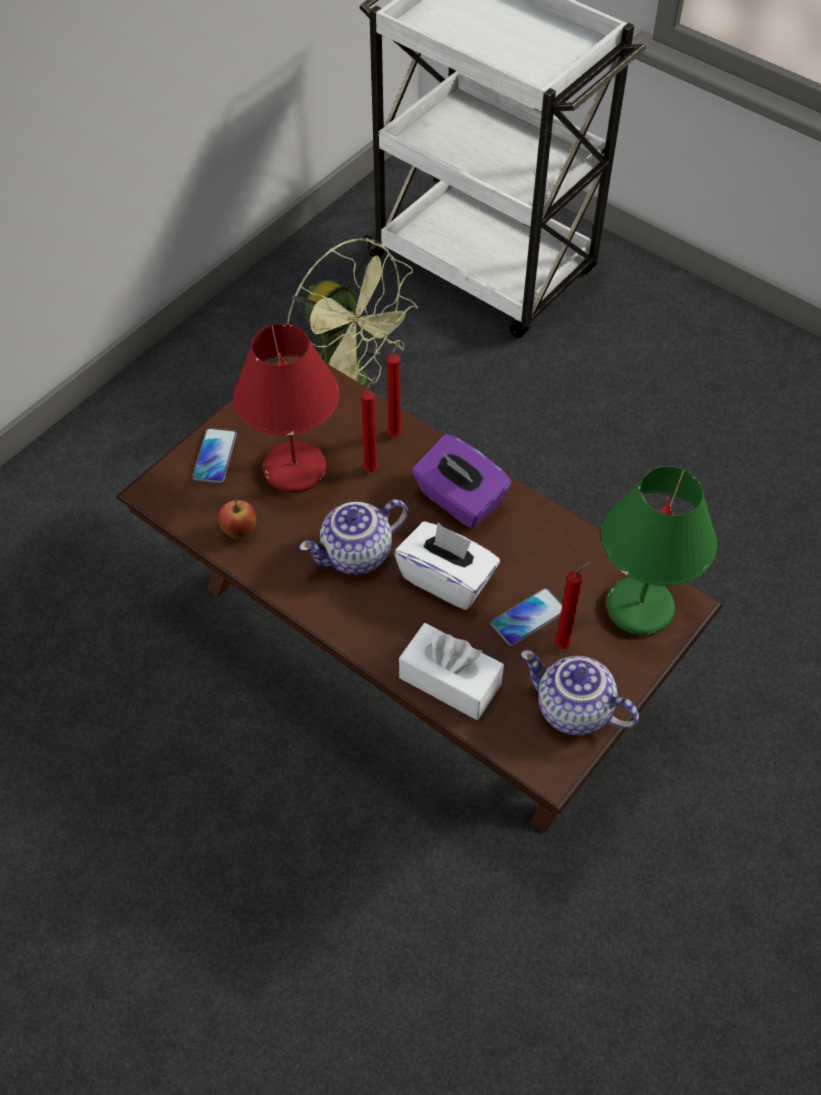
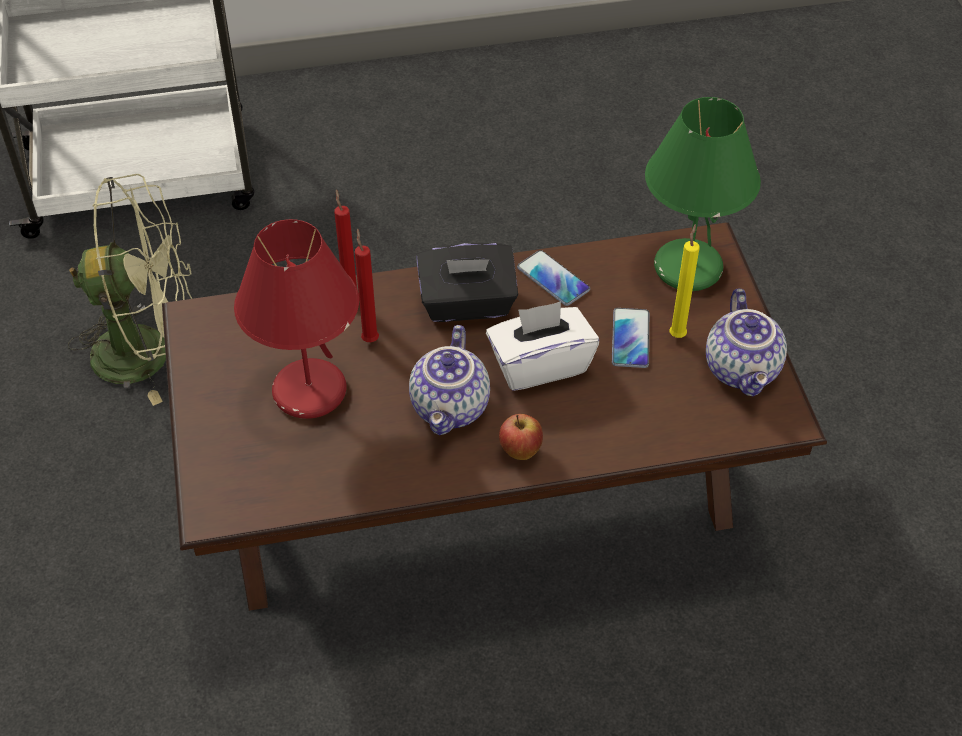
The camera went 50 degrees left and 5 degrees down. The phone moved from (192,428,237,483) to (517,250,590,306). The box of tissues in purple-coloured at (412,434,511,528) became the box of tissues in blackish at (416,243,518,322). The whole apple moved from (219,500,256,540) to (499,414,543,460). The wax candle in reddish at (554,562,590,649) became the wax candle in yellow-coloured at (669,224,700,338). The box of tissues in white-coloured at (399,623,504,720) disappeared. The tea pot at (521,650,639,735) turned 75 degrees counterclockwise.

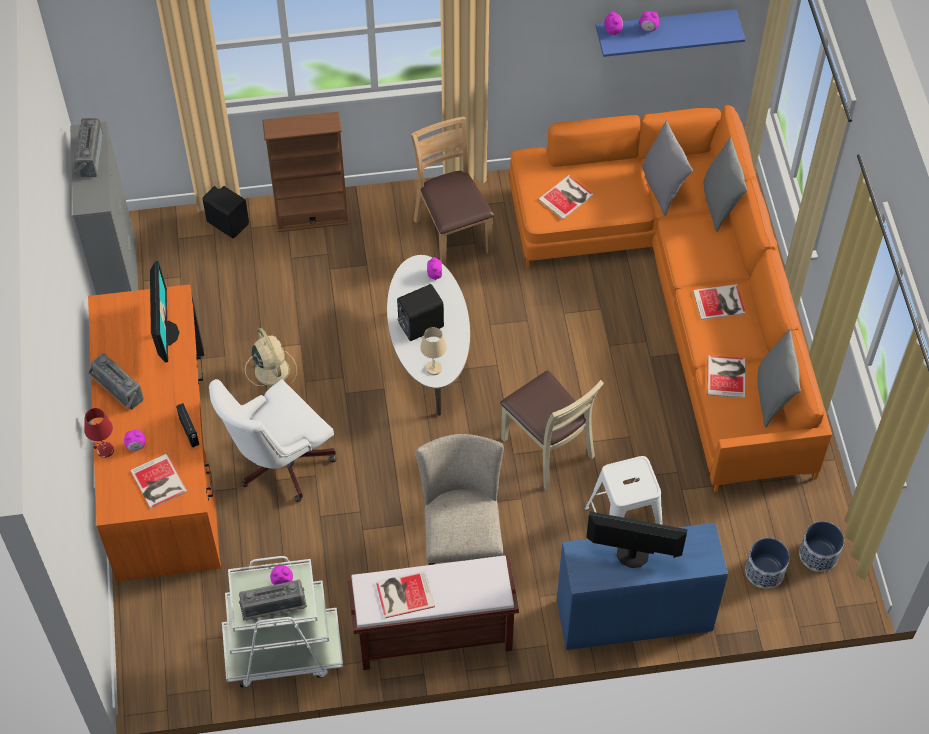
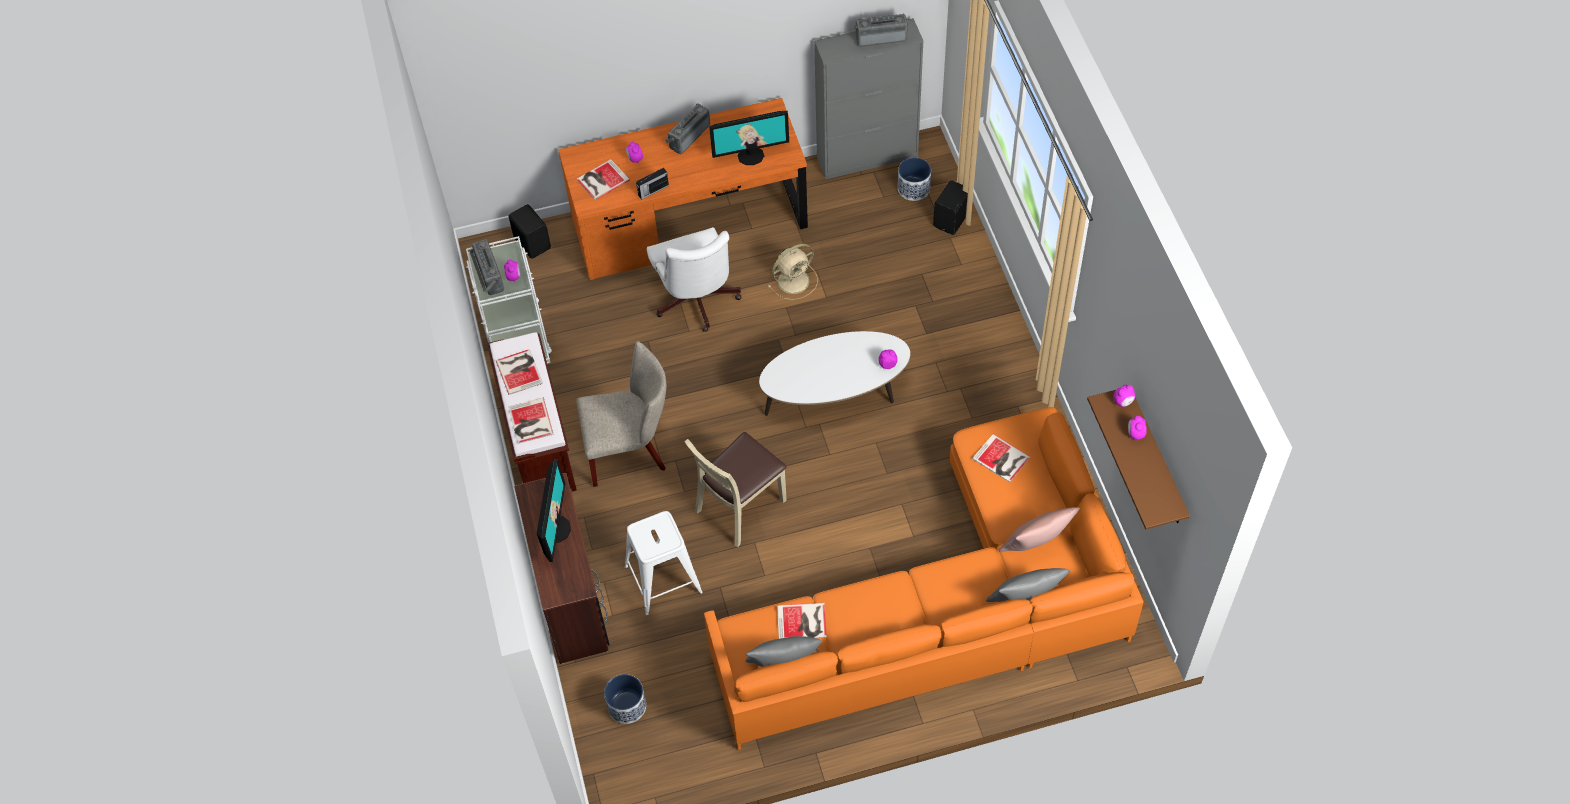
The camera went 85 degrees right and 0 degrees up. The shelf in blue-coloured at (596,9,745,57) became the shelf in brown-coloured at (1087,390,1190,529). The bookshelf in brown-coloured at (262,112,350,232) disappeared. The upright chair in brown-coloured at (411,117,494,267) disappeared. The pillow in greyish at (642,120,693,216) became the pillow in pinkish at (999,507,1080,552). The audio speaker in blackish moved from (397,284,444,341) to (509,204,551,259). The volume moved from (693,284,745,320) to (508,398,553,444). The lamp for a table in beige-coloured at (420,327,447,375) disappeared. The desk chair in white-coloured at (209,379,337,502) turned 150 degrees counterclockwise. The lamp for a table in reddish at (85,408,114,458) disappeared. The planter moved from (799,521,844,572) to (898,157,931,201). The desk table in blue-coloured at (557,523,728,650) became the desk table in brown-coloured at (514,473,610,664).

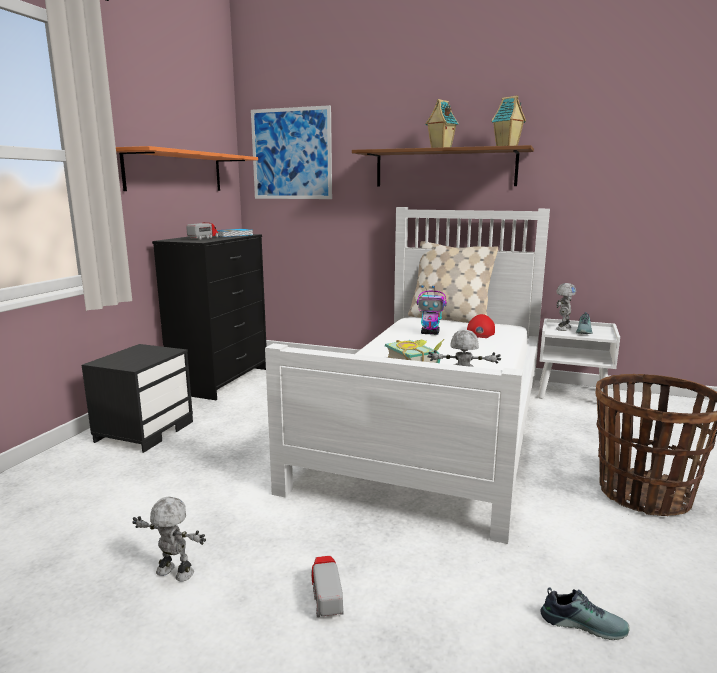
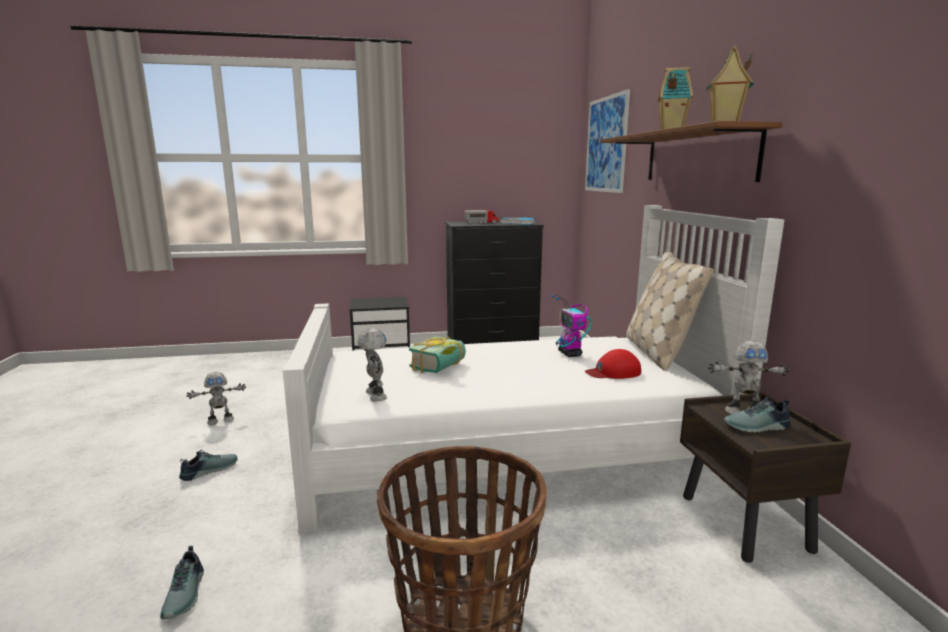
The camera went 60 degrees right and 0 degrees up. The shelf in orange at (116,146,258,191) disappeared. The nightstand in white-coloured at (538,318,620,399) became the nightstand in brown-coloured at (680,393,851,563). The robot figure at (132,496,206,581) turned 75 degrees clockwise. The model truck at (311,556,344,618) was replaced by the shoe at (179,450,237,481).

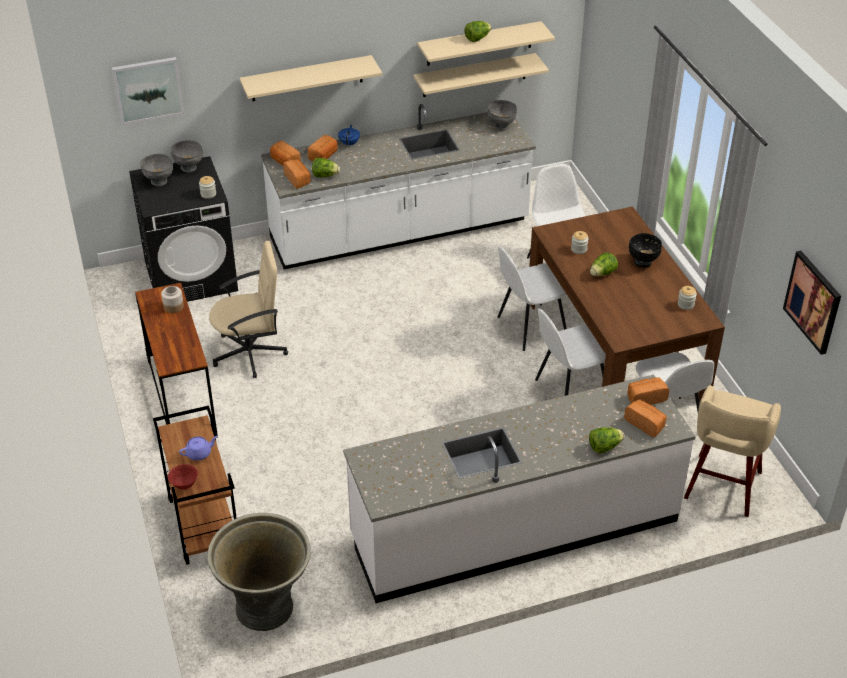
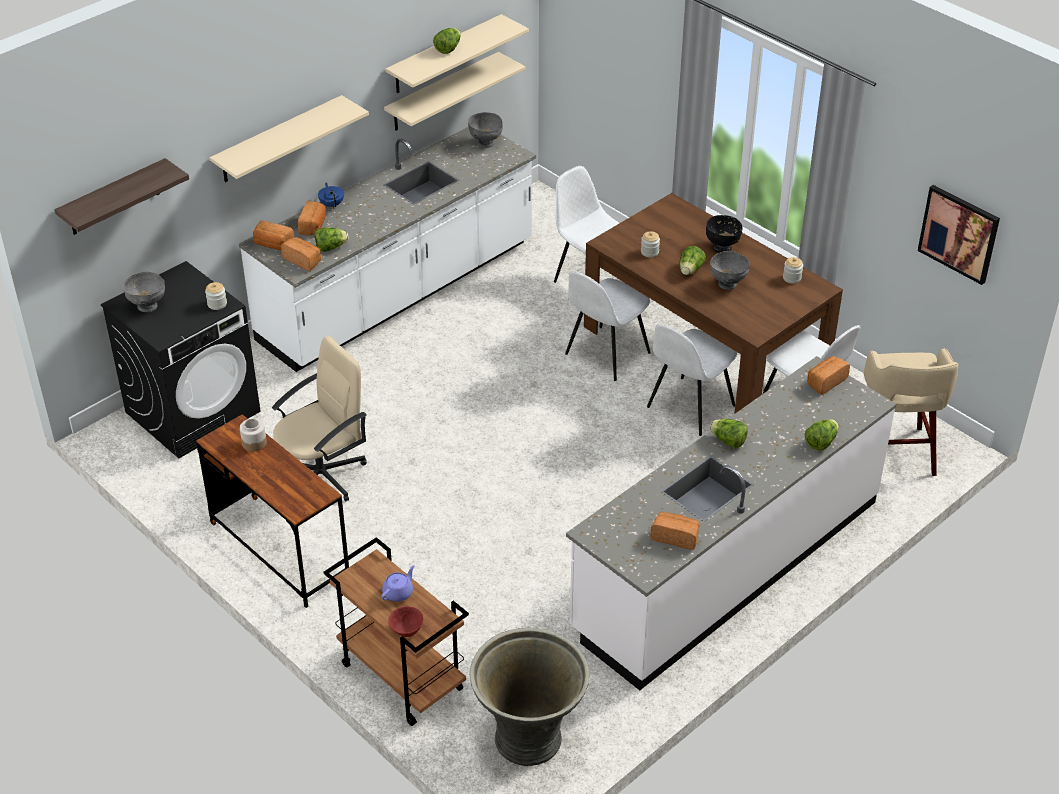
The camera went 25 degrees left and 0 degrees up. The wall picture at (112,57,184,125) was replaced by the shelf at (55,158,189,235). The deep dish in greyish moved from (170,140,203,172) to (710,251,750,290). The bread moved from (624,400,666,437) to (650,512,700,550). The lettuce at (710,419,748,449) appeared.

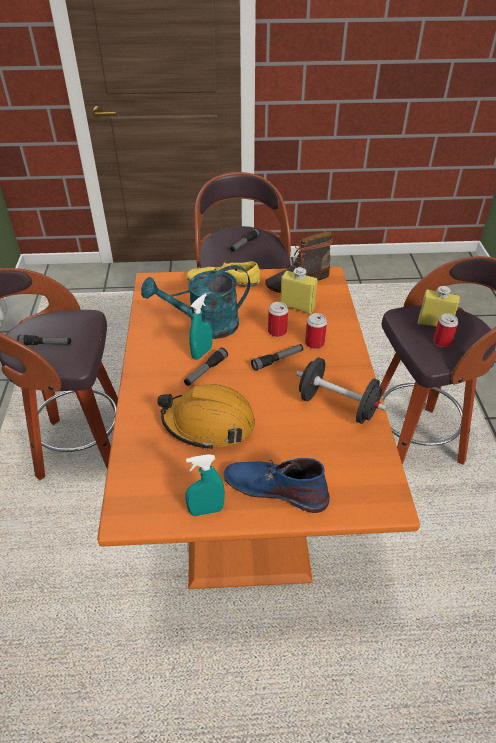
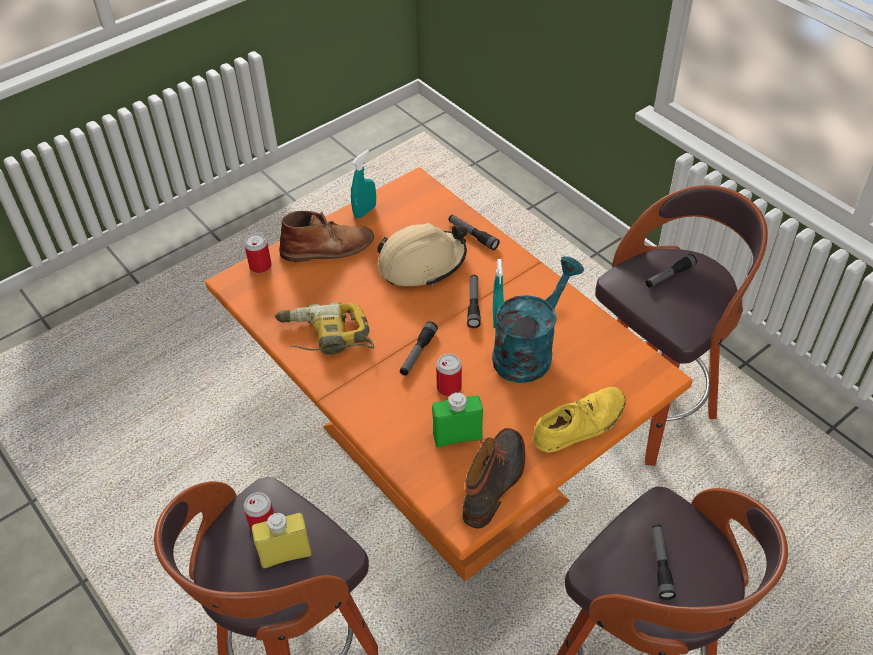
The camera went 145 degrees right and 5 degrees up. The drink bottle in yellow-coloured at (280,267,317,314) became the drink bottle in greenish at (432,392,483,447). The can moved from (305,313,327,349) to (244,234,272,273). The free weight in blackish at (296,357,387,424) was replaced by the electric drill at (275,302,374,355). The work helmet in orange at (157,384,255,450) became the work helmet in beige-coloured at (377,223,467,286). The high-top boot in blue-coloured at (224,458,330,513) became the high-top boot in brown-coloured at (279,211,374,262). The torch at (448,215,500,250) appeared.

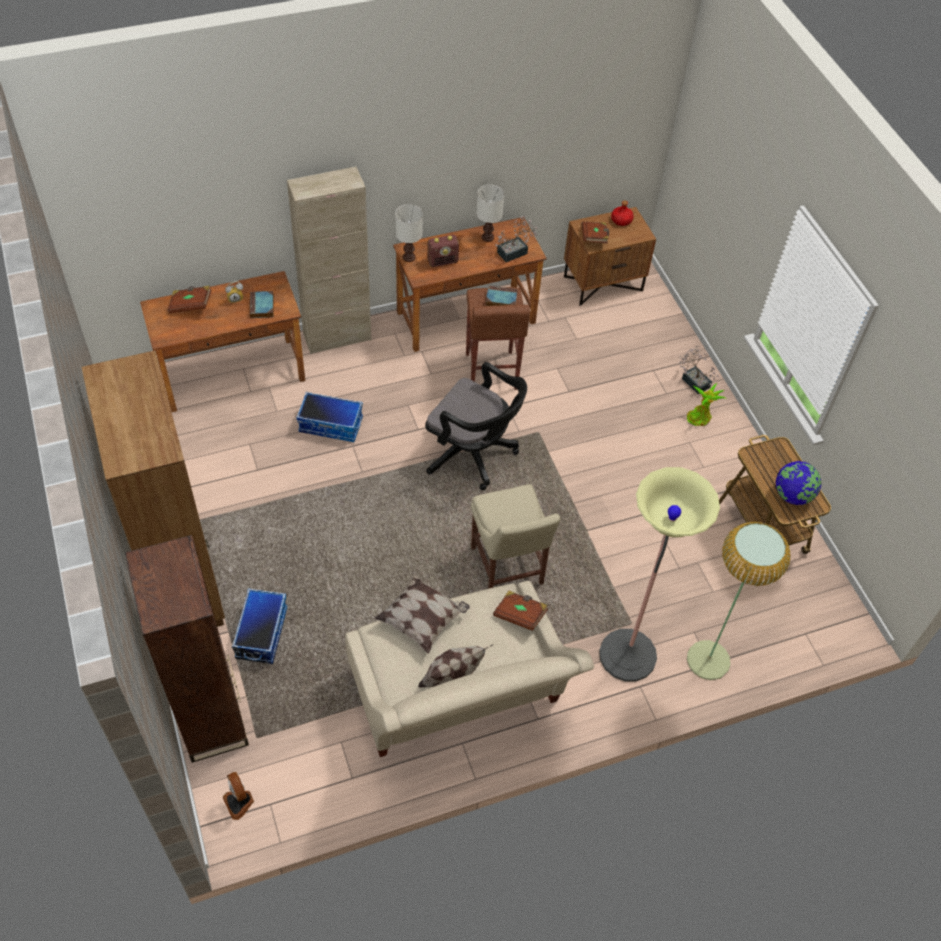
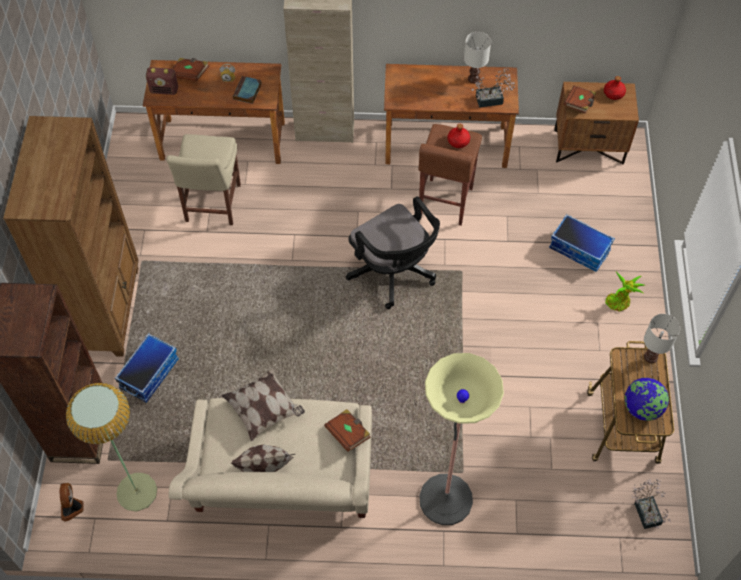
The camera went 25 degrees right and 5 degrees up. The lamp for a table in white-coloured moved from (395,204,423,262) to (644,314,680,363). The radio moved from (427,235,459,267) to (146,67,178,95). The volume at (485,286,518,306) was replaced by the drink bottle in reddish at (448,124,470,148). The potted plant moved from (679,346,719,394) to (632,479,671,529). The storage box moved from (296,392,363,442) to (549,214,615,272). The upright chair in beige-coloured moved from (471,484,560,589) to (166,134,241,225). The standard lamp moved from (687,522,791,680) to (66,383,157,512).

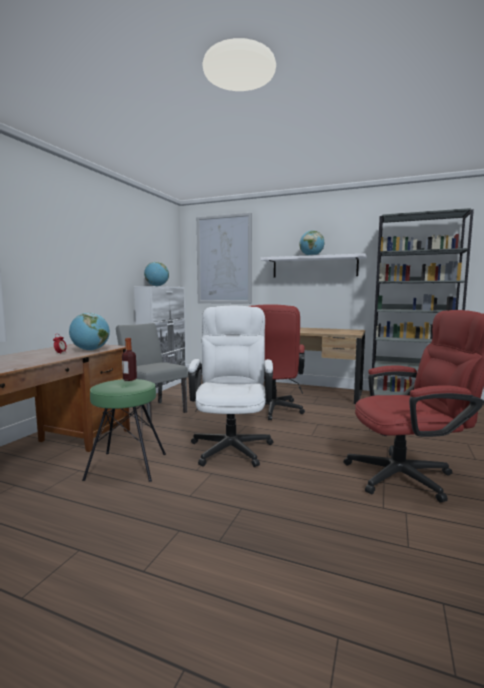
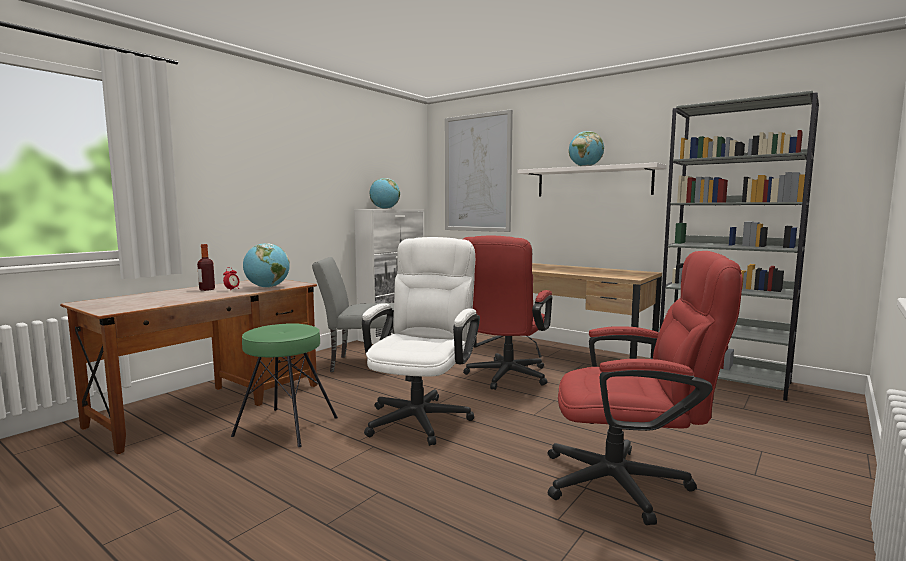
The camera went 15 degrees right and 0 degrees up. The upright chair in greyish at (116,323,188,423) turned 60 degrees counterclockwise. The drink bottle moved from (122,338,137,381) to (197,244,215,291).

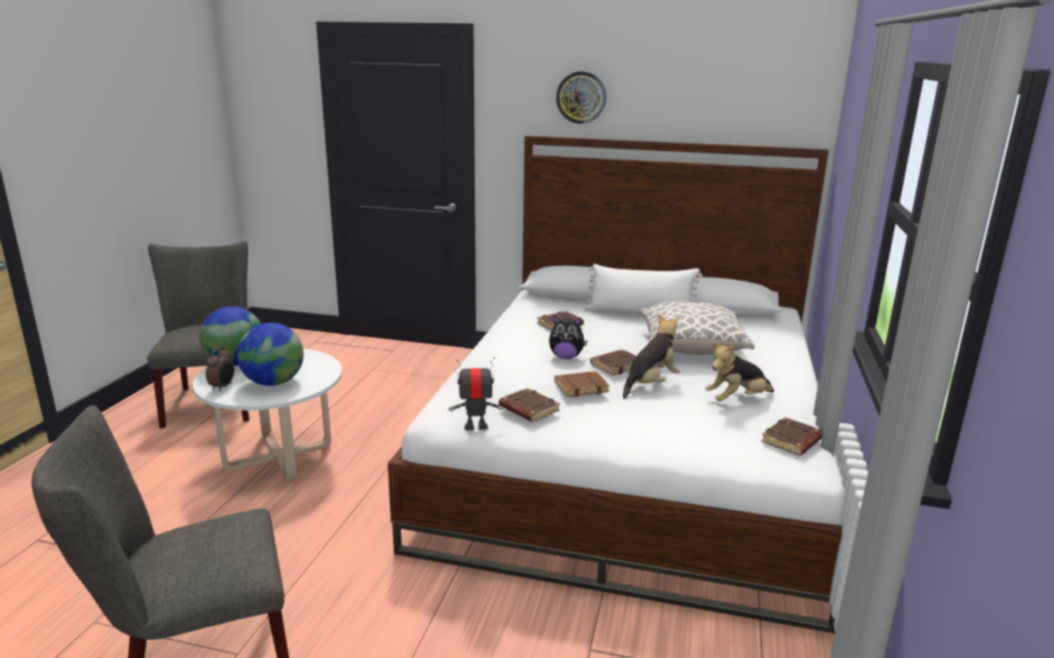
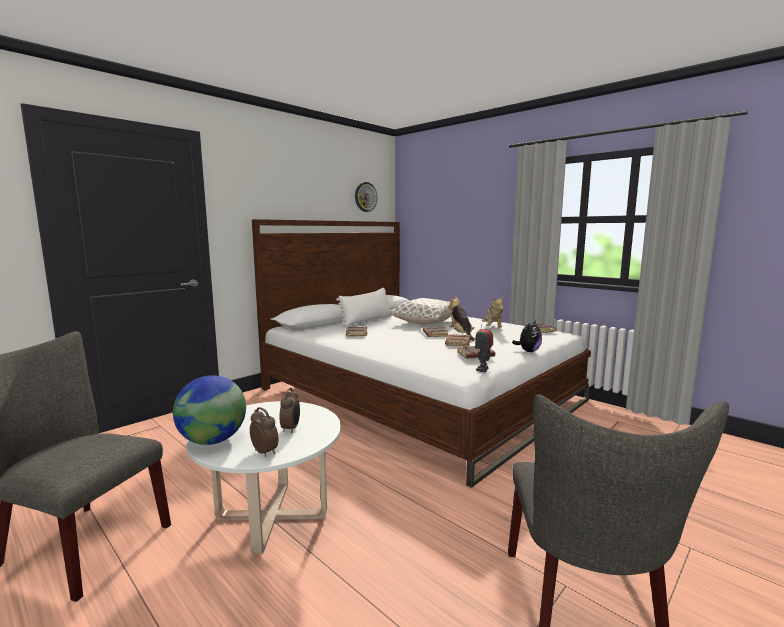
The camera went 60 degrees left and 10 degrees down. The clock on the wall moved from (556,71,606,124) to (355,182,377,212). The plush toy moved from (549,316,588,359) to (512,320,542,352). The desk globe at (237,323,304,386) was replaced by the alarm clock at (279,388,300,433).

